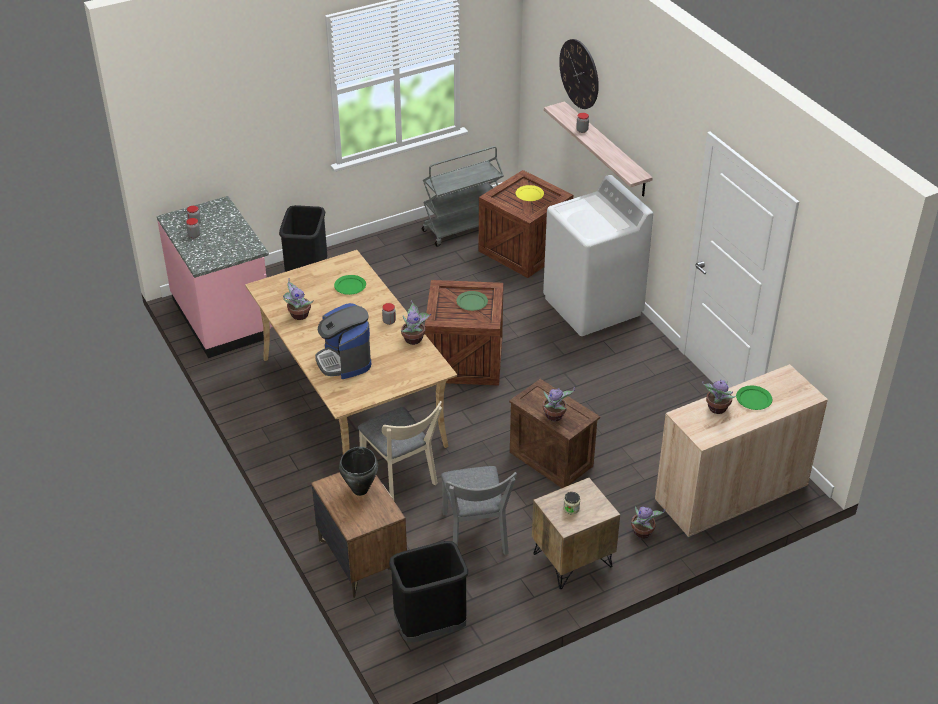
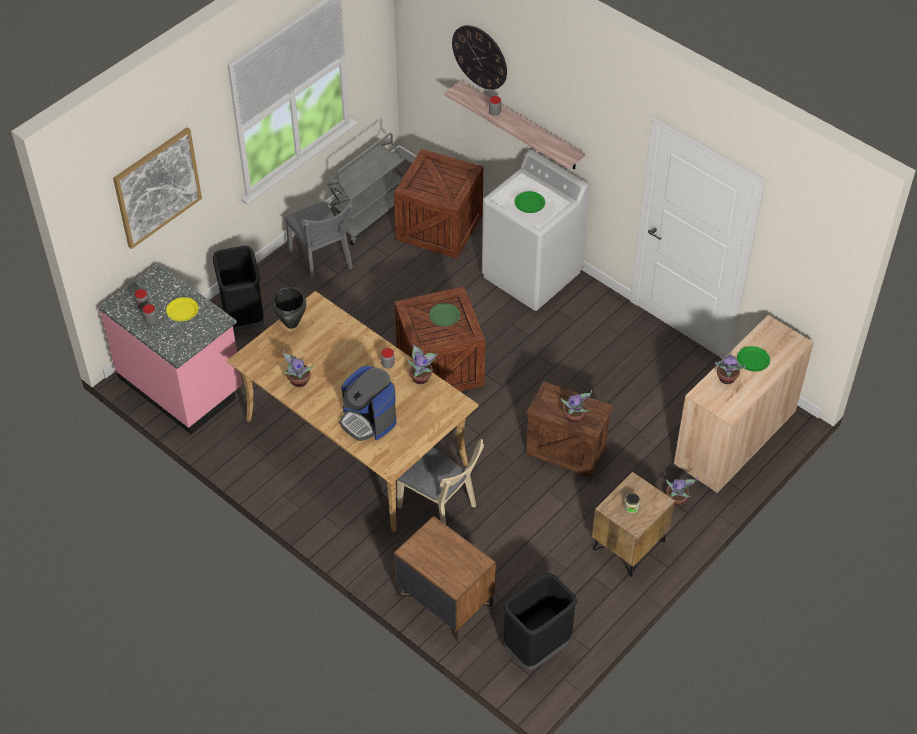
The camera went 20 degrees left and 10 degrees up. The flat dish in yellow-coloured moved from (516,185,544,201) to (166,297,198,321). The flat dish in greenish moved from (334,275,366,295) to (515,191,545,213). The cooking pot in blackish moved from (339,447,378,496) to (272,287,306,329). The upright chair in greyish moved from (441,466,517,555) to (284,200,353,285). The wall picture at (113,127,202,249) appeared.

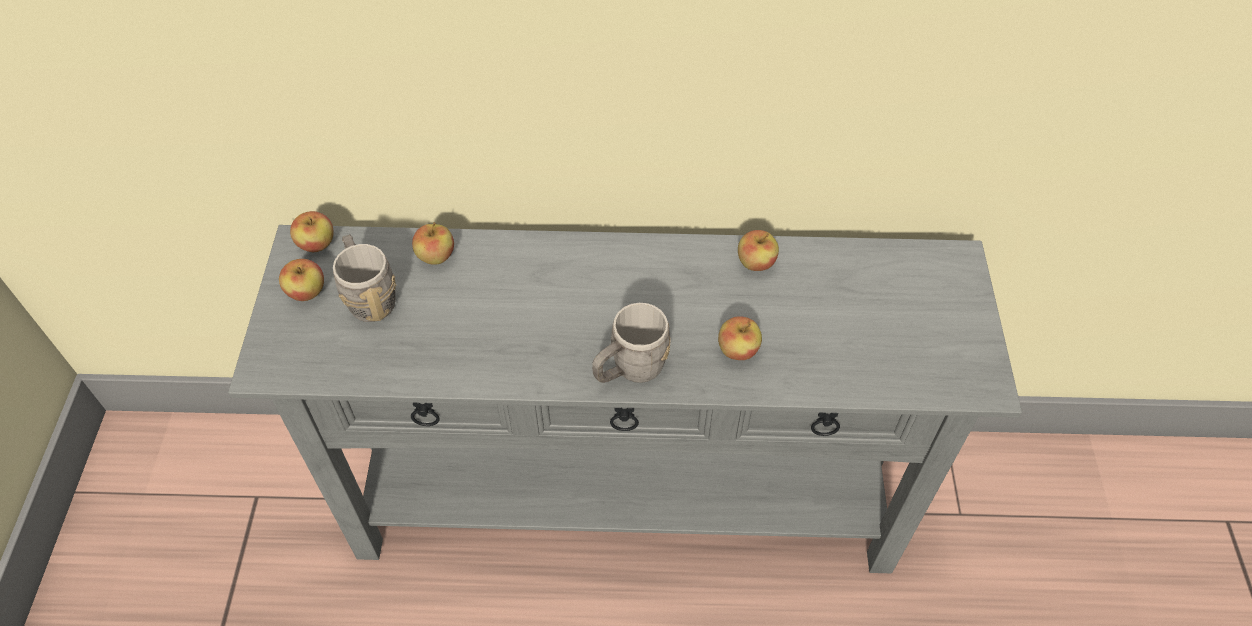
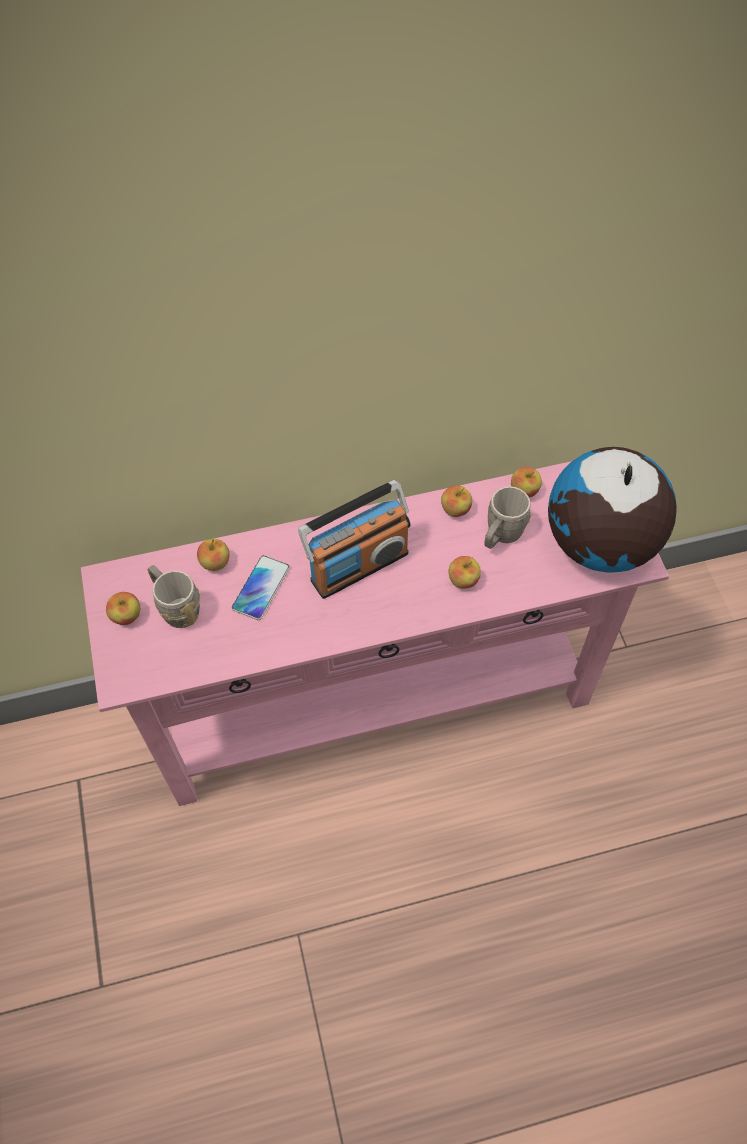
The camera went 15 degrees left and 5 degrees up. The whole apple moved from (290,211,334,252) to (511,467,542,498). The hall table in greyish at (228,225,1022,573) became the hall table in pinkish at (81,461,669,806). The mug in greyish moved from (592,303,671,383) to (484,486,531,549). The desk globe at (548,447,677,573) appeared. The radio at (298,480,410,599) appeared. The phone at (232,555,290,620) appeared.

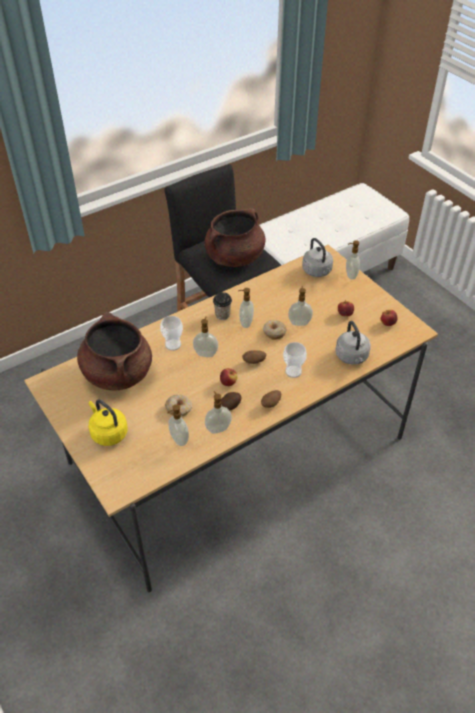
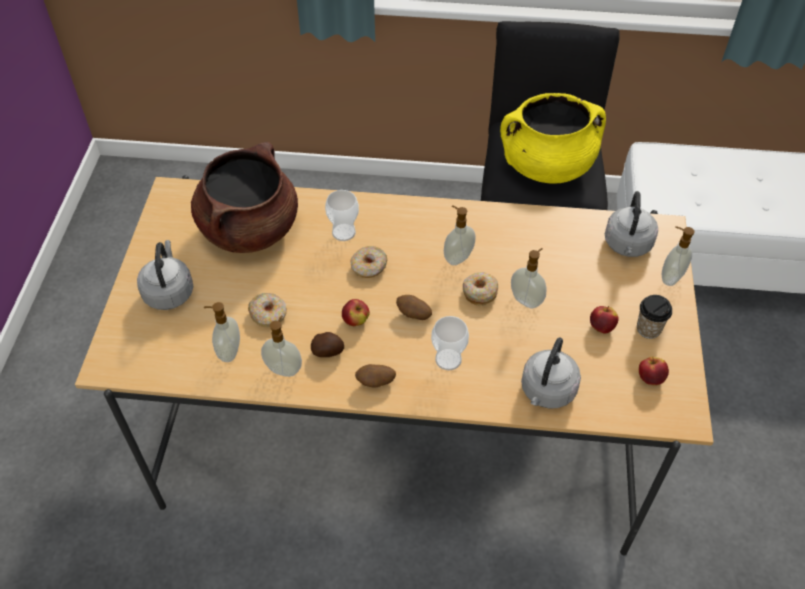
The camera went 40 degrees right and 5 degrees up. The cooking pot in brown-coloured at (204,208,266,267) became the cooking pot in yellow-coloured at (500,93,606,184). The small cup moved from (213,292,232,320) to (637,295,672,339). The soap dispenser at (193,317,218,357) was replaced by the donut at (350,246,387,278). The kettle in yellow-coloured at (88,400,128,446) became the kettle in greyish at (137,240,193,310).

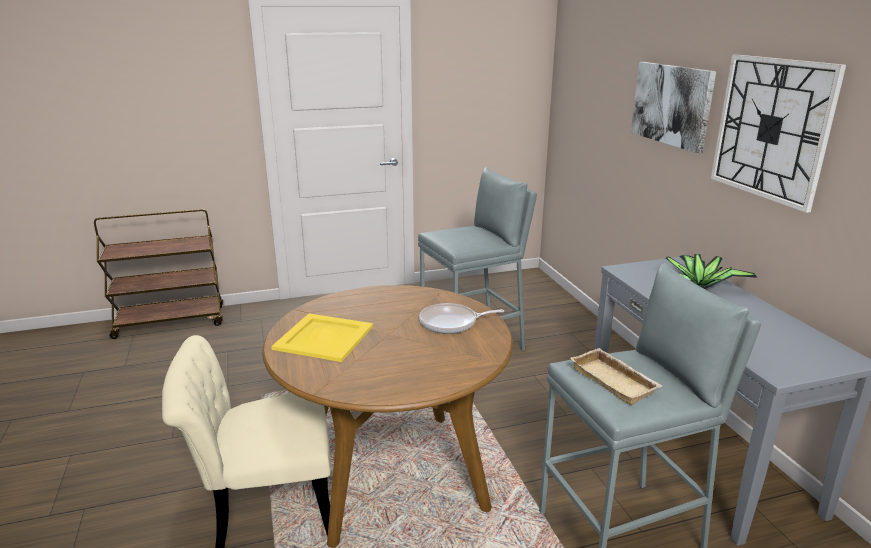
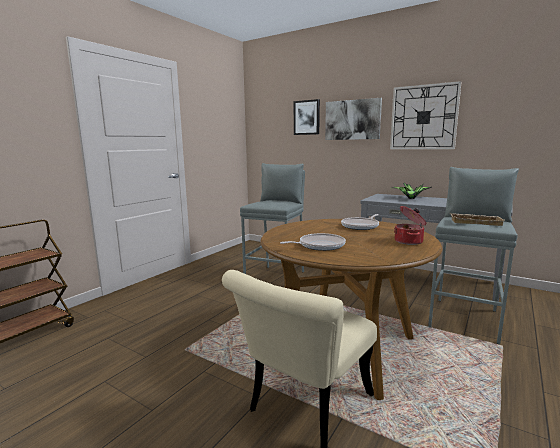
The camera went 40 degrees left and 10 degrees down. The carrying tray in yellow-coloured at (271,313,373,362) was replaced by the frying pan at (280,233,346,251). The wall picture at (294,99,320,135) appeared. The cooking pot at (394,206,426,245) appeared.

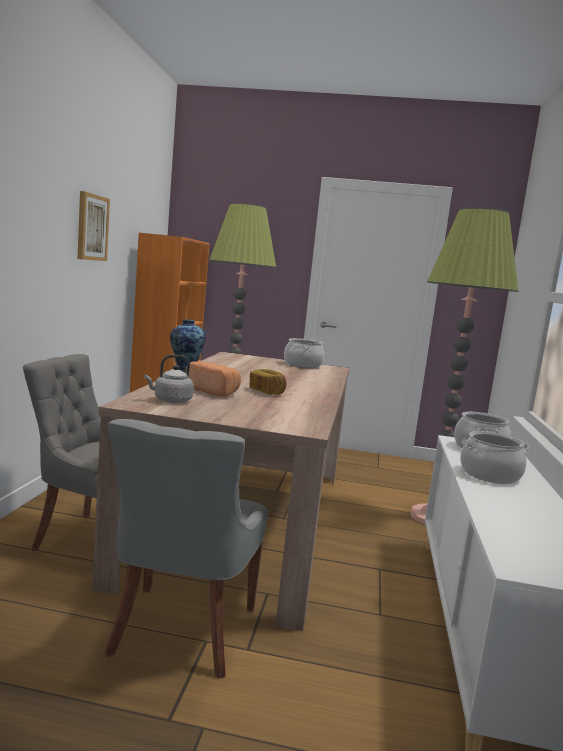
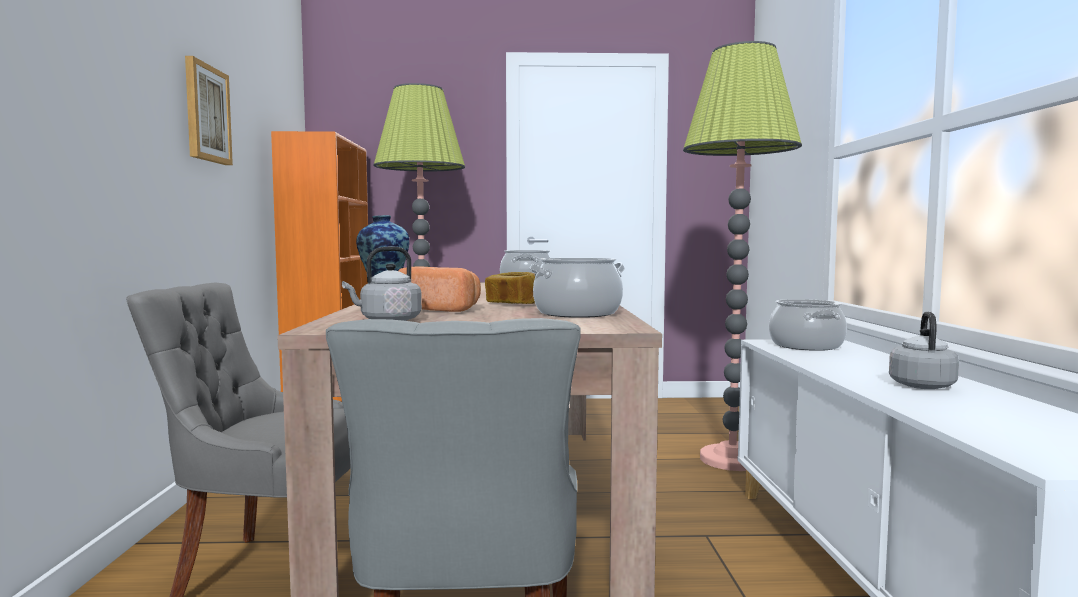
The camera went 10 degrees left and 5 degrees down. The cooking pot moved from (460,431,530,484) to (529,258,625,318). The kettle in greyish at (889,312,959,389) appeared.

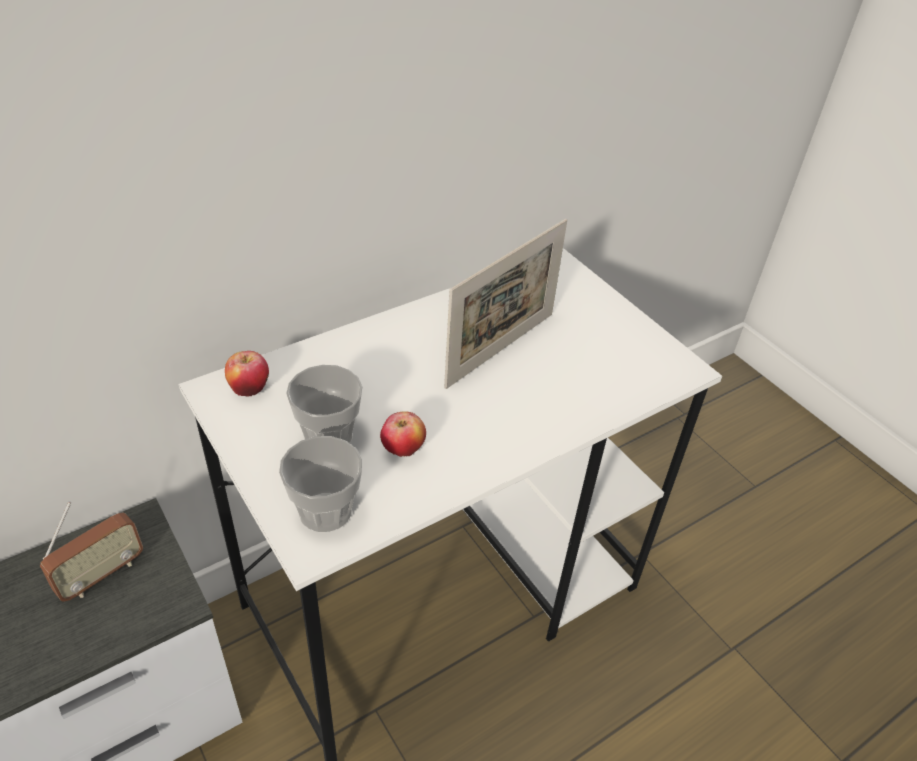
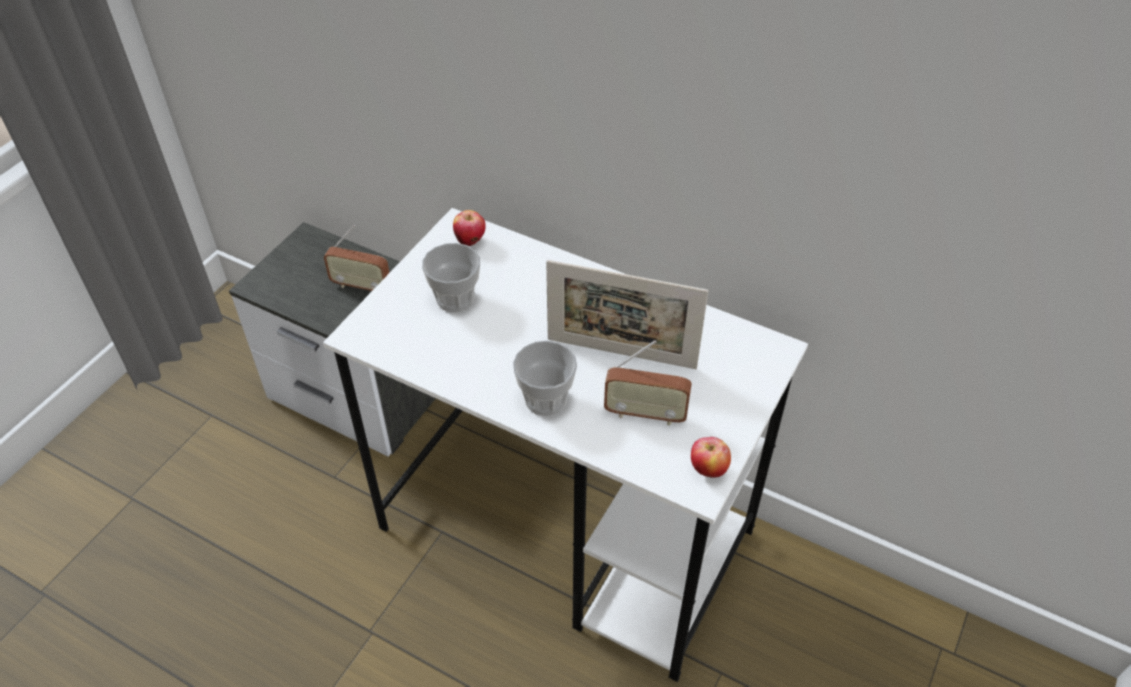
The camera went 65 degrees right and 5 degrees up. The whole apple moved from (380,412,426,457) to (691,437,731,478). The small cup moved from (279,436,362,532) to (513,341,577,416). The radio at (604,340,692,426) appeared.

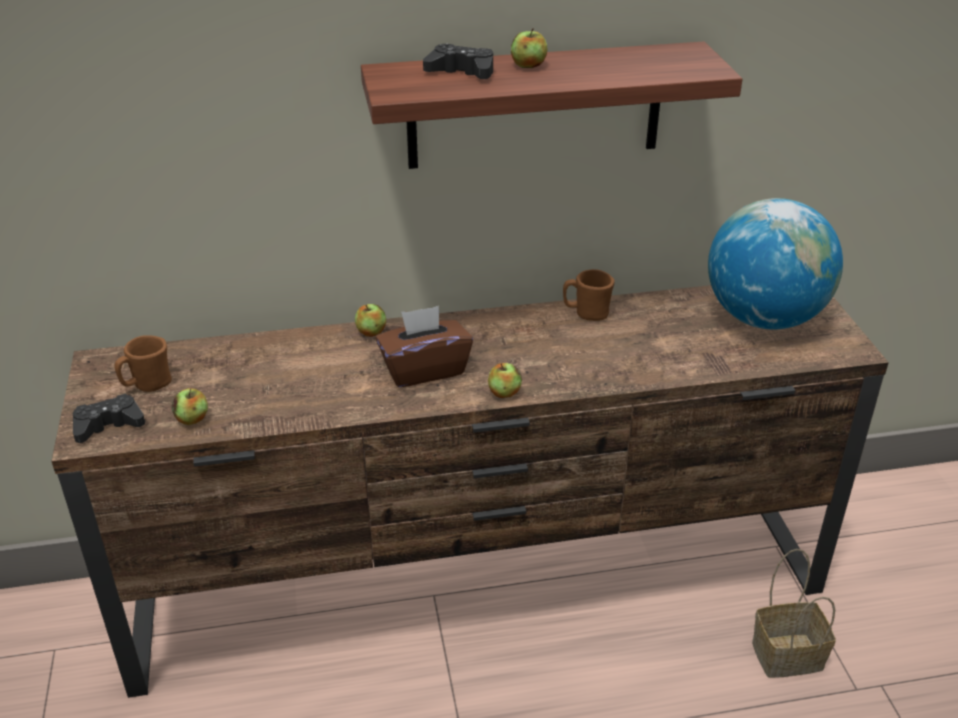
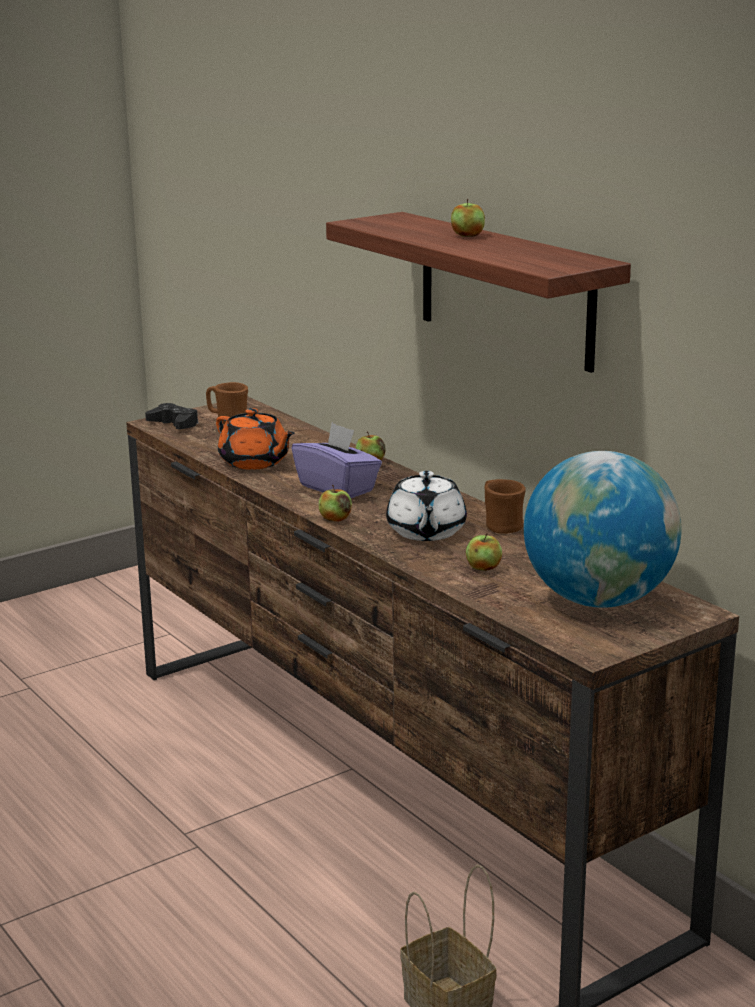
The camera went 65 degrees right and 15 degrees down. The gamepad in blackish at (423,44,493,79) disappeared. The box of tissues in brown-coloured at (376,306,473,387) became the box of tissues in purple-coloured at (291,423,382,498). The whole apple moved from (172,388,208,425) to (466,533,502,571). The tea pot in orange at (216,408,295,470) appeared. The tea pot in white-coloured at (386,471,467,541) appeared.

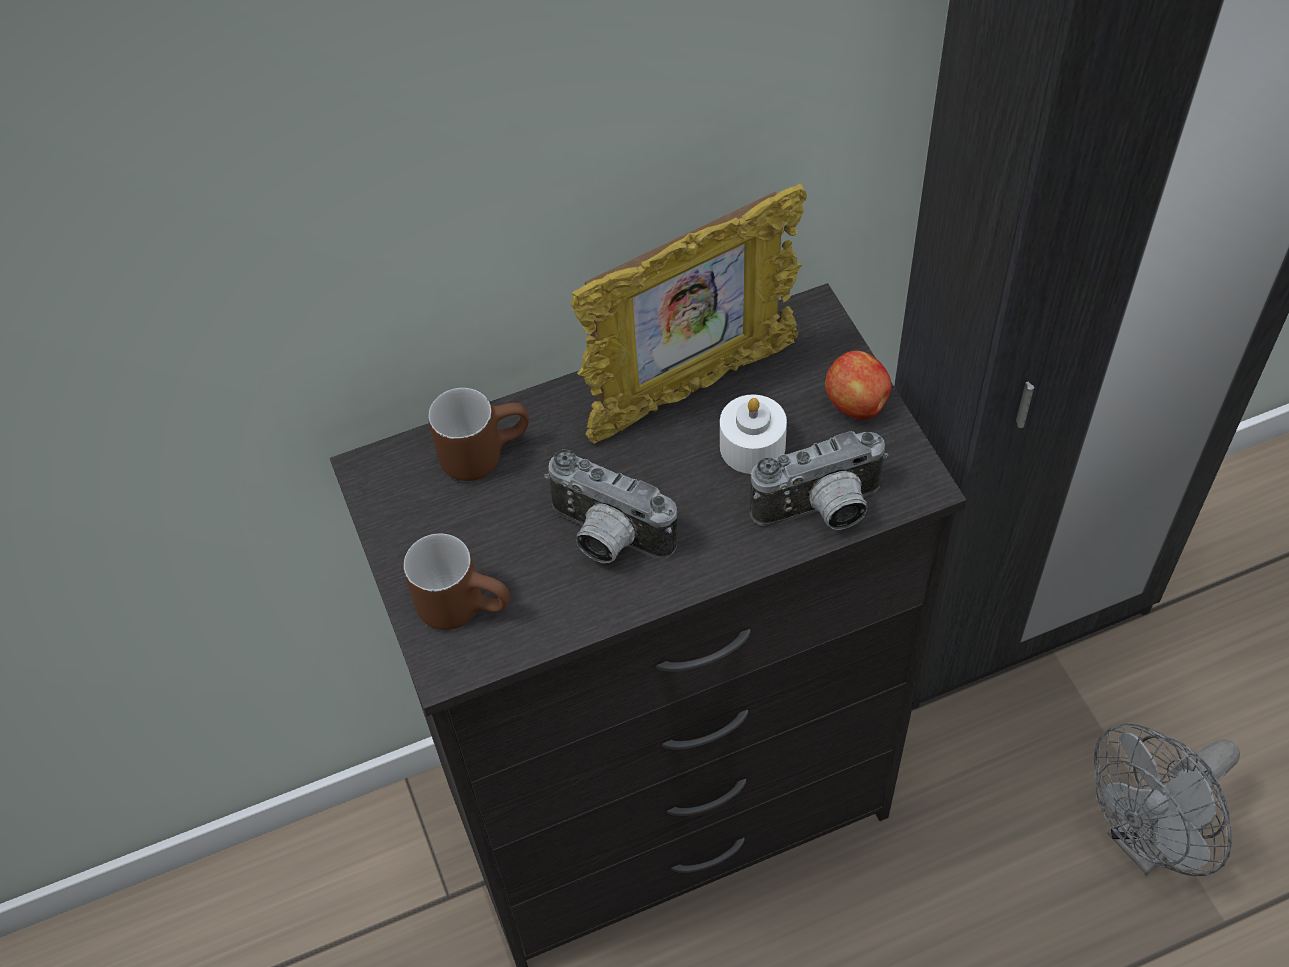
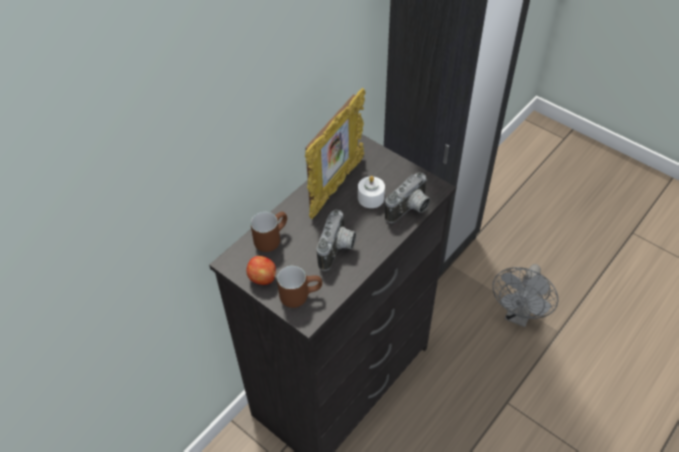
The camera went 30 degrees left and 5 degrees down. The whole apple moved from (825,351,891,420) to (246,256,276,285). The photo camera at (544,449,677,563) turned 75 degrees counterclockwise.

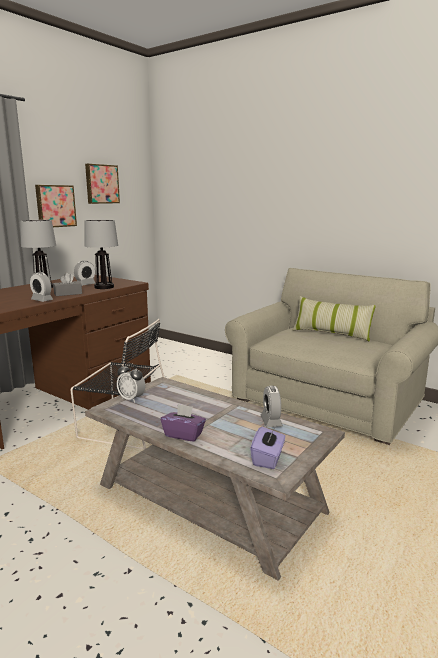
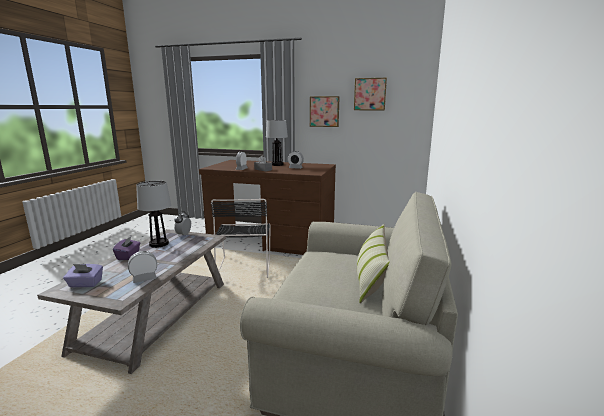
The camera went 70 degrees right and 0 degrees up. The lamp for a table moved from (84,220,118,289) to (136,181,171,248).

